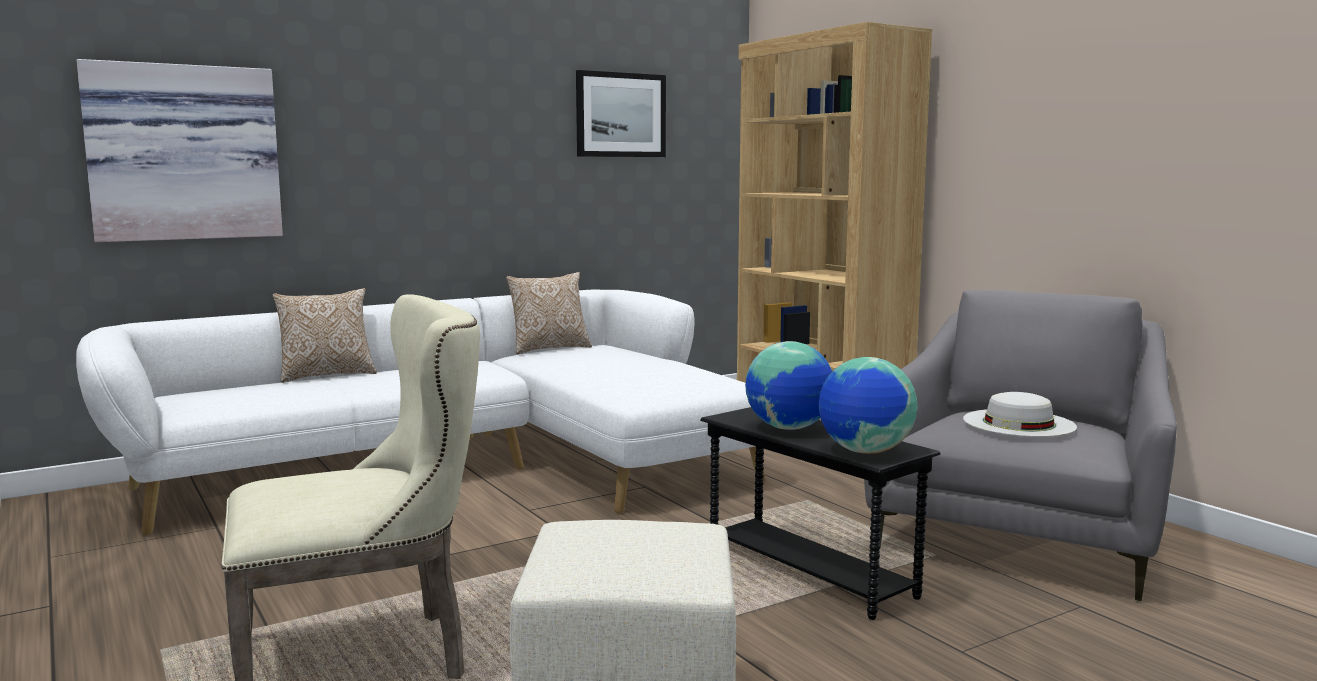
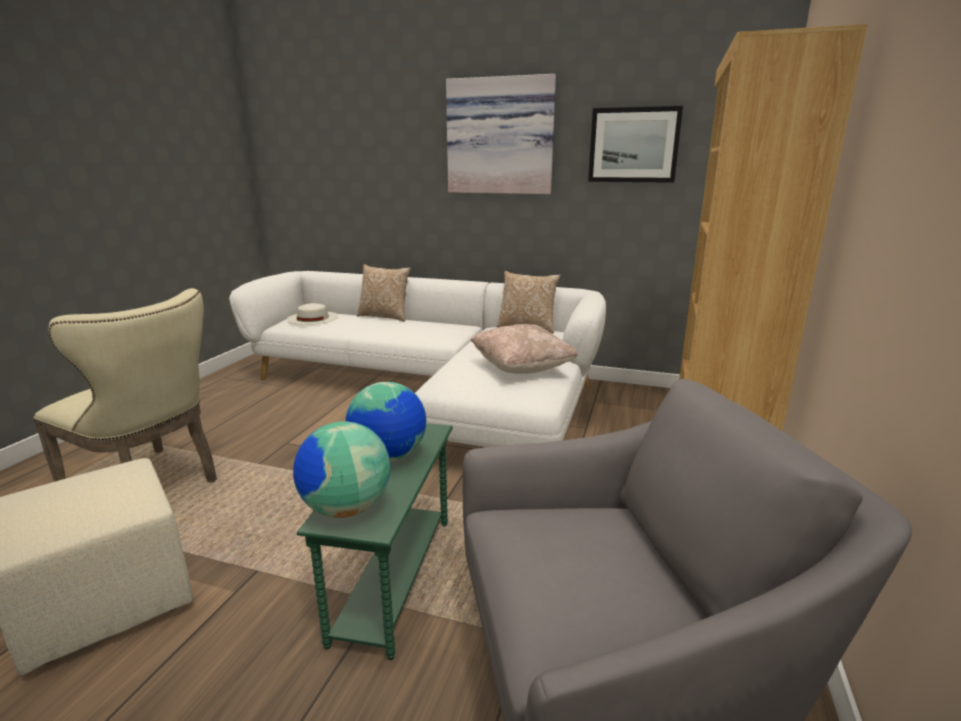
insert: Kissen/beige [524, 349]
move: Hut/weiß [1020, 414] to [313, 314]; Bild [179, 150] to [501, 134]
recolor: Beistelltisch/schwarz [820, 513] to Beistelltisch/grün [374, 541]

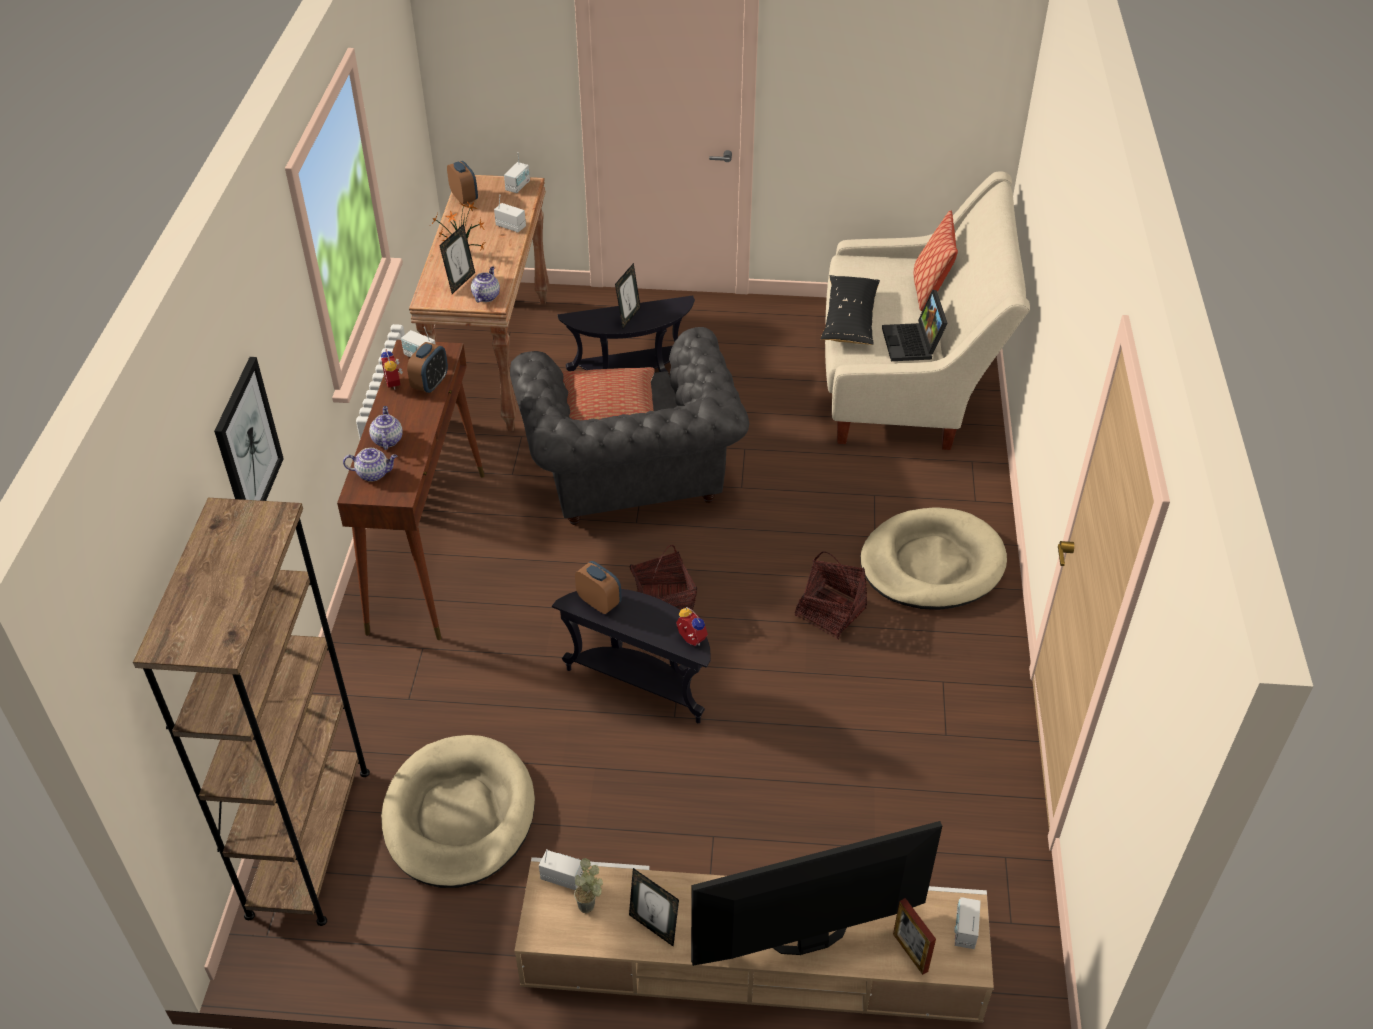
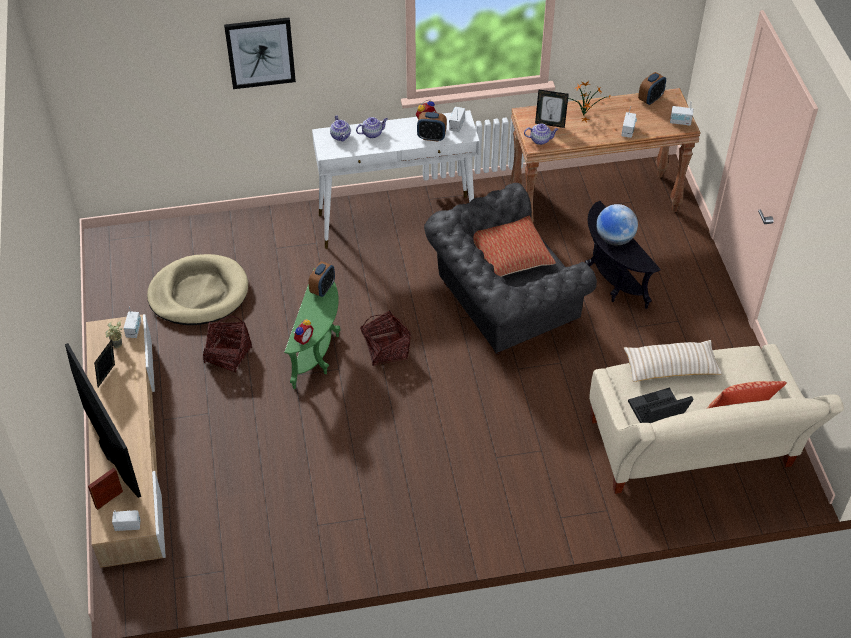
delete: Bücherregal/braun [251, 712]; Hundebett/beige [933, 558]
move: Korb [831, 595] to [227, 344]
replace: Bilderrahmen [628, 295] to Globus [617, 225]
recolor: Beistelltisch/schwarz [631, 656] to Beistelltisch/grün [312, 328]; Konsolentisch/braun [411, 490] to Konsolentisch/weiß [395, 179]; Kissen/schwarz [850, 310] to Kissen/beige [673, 361]

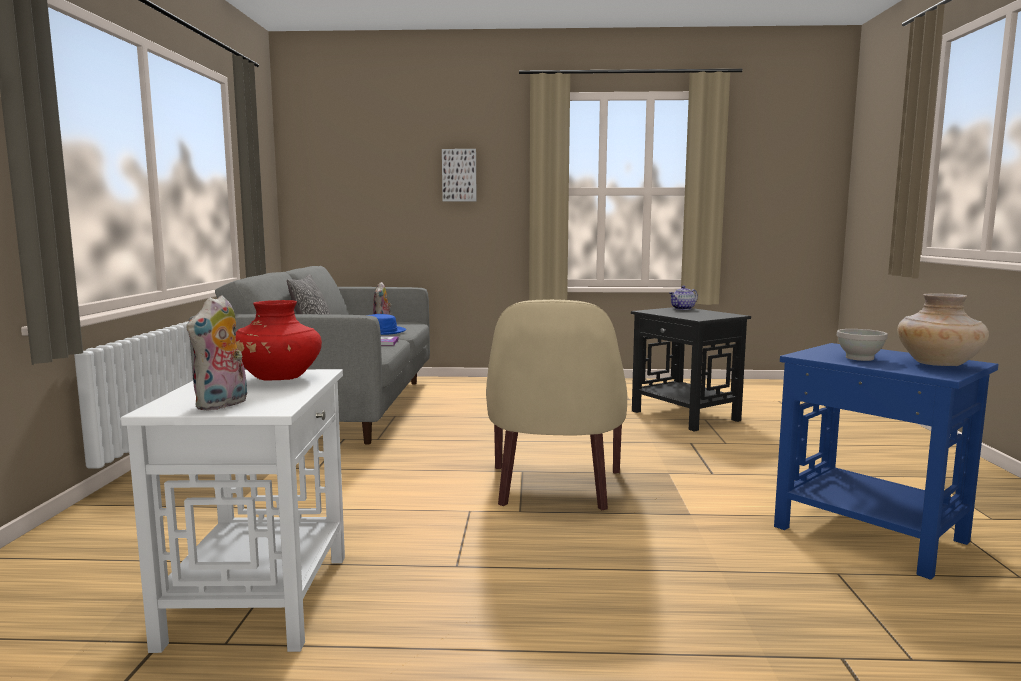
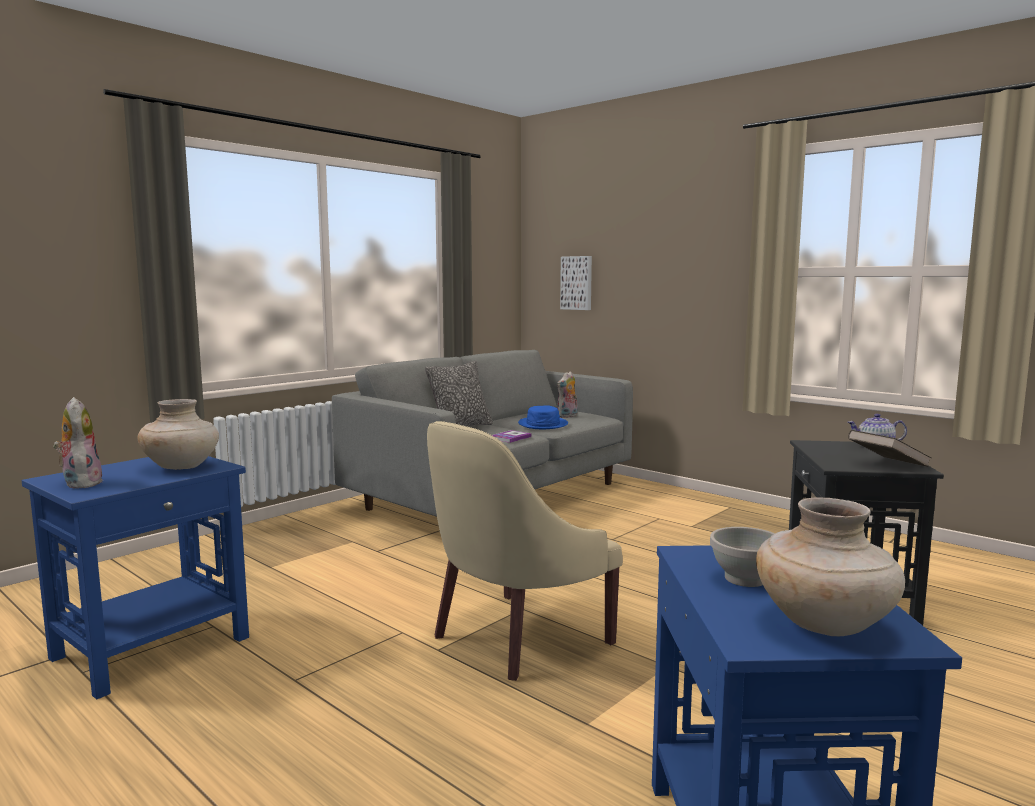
insert: Buch/braun [889, 448]
move: Bild [459, 175] to [576, 283]
recolor: Beistelltisch/weiß [233, 511] to Beistelltisch/blau [135, 577]; Vase/rot [279, 340] to Vase/beige [178, 434]
rotate: Plüschtier [216, 353] = [77, 443] 90 degrees clockwise

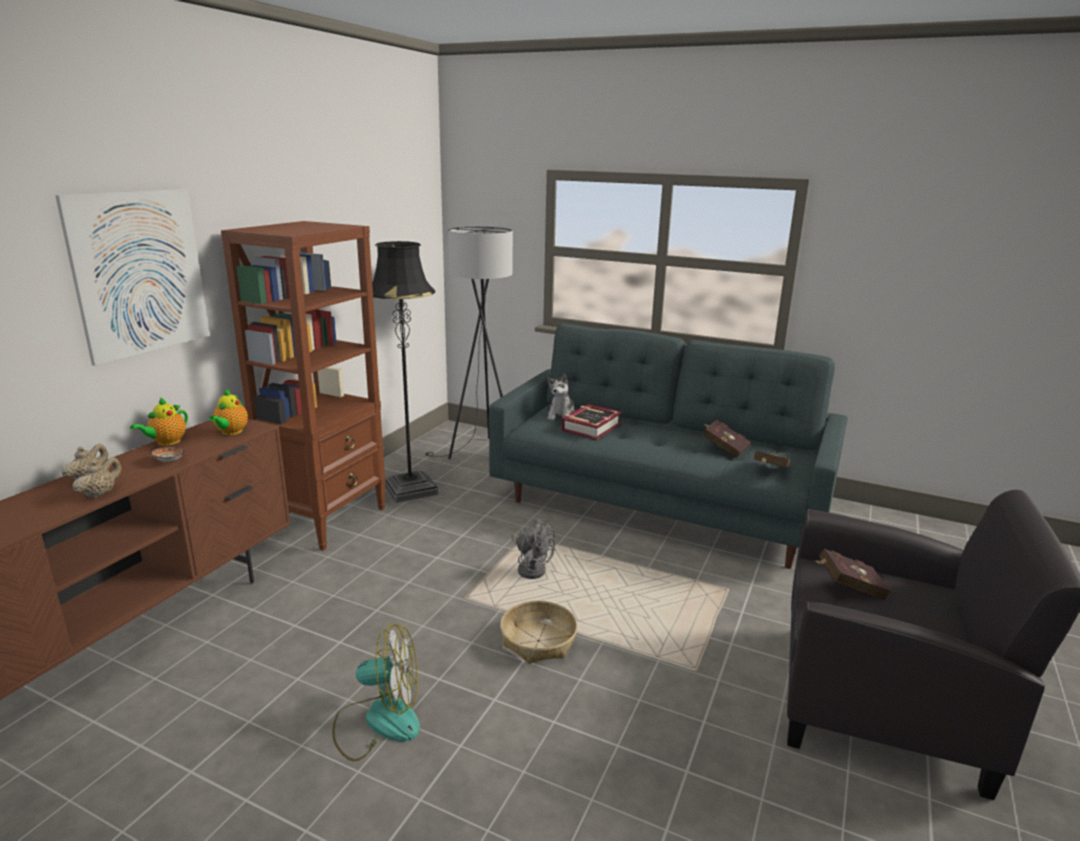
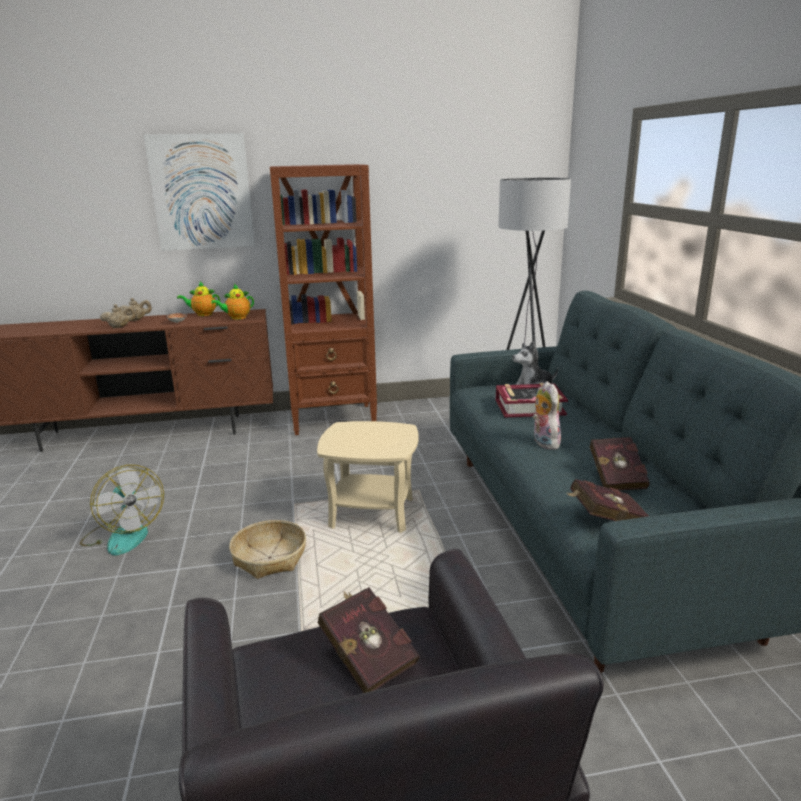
delete: Stehlampe/schwarz [405, 372]
insert: Plüschtier [547, 415]
replace: Ventilator/grau [533, 548] to Beistelltisch/beige [368, 477]

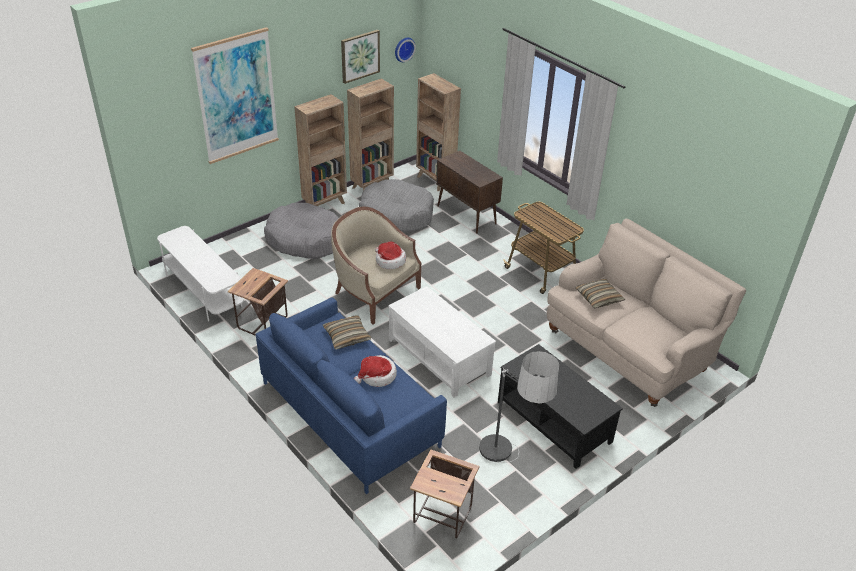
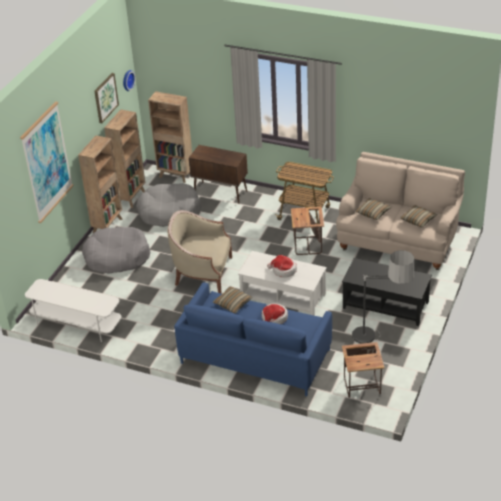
insert: Kissen [418, 216]
move: Hut [390, 255] to [282, 266]; Beistelltisch [258, 302] to [307, 231]

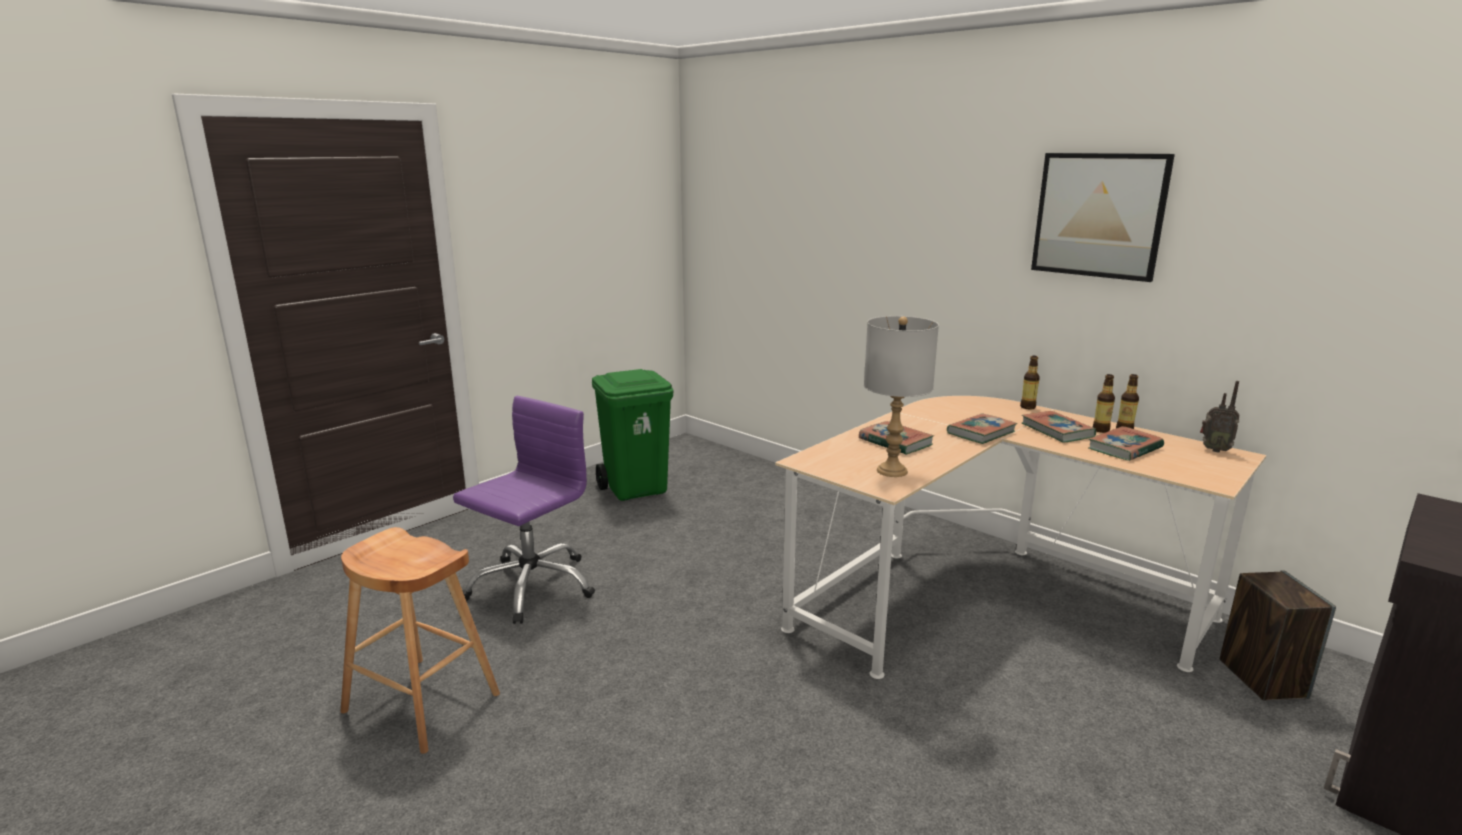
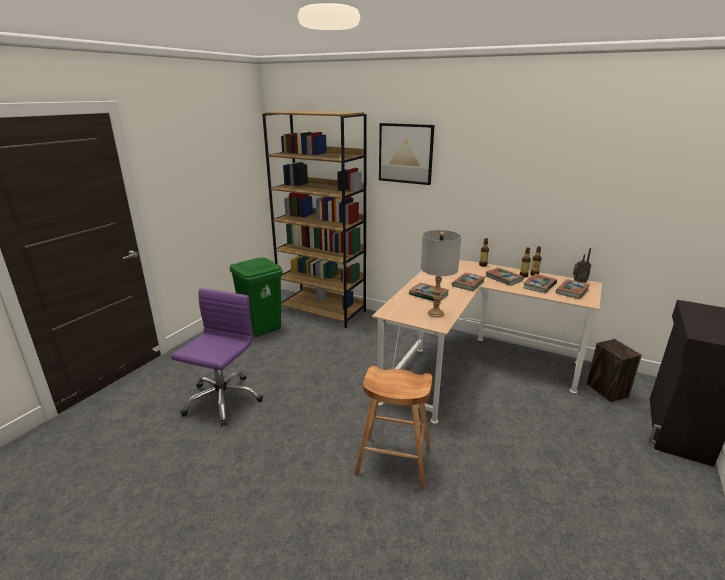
insert: Bücherregal/braun [314, 219]; Buch [573, 289]
move: Hocker/braun [420, 640] to [393, 427]; Bild [1103, 217] to [406, 154]

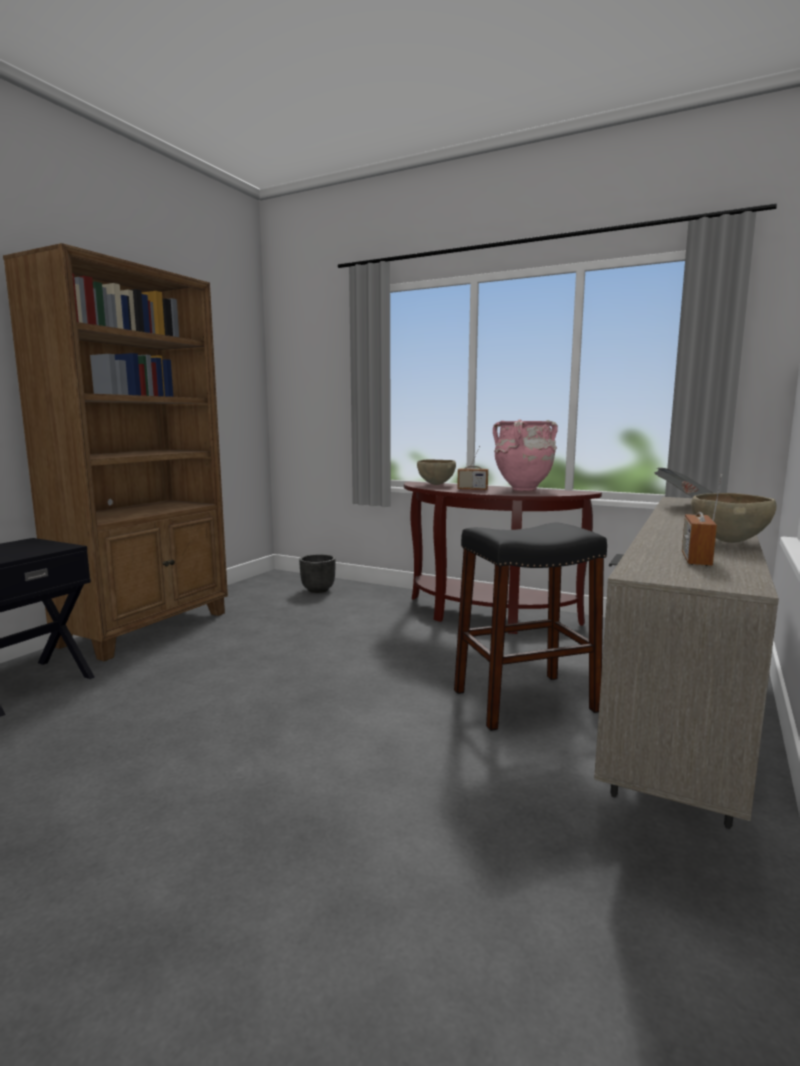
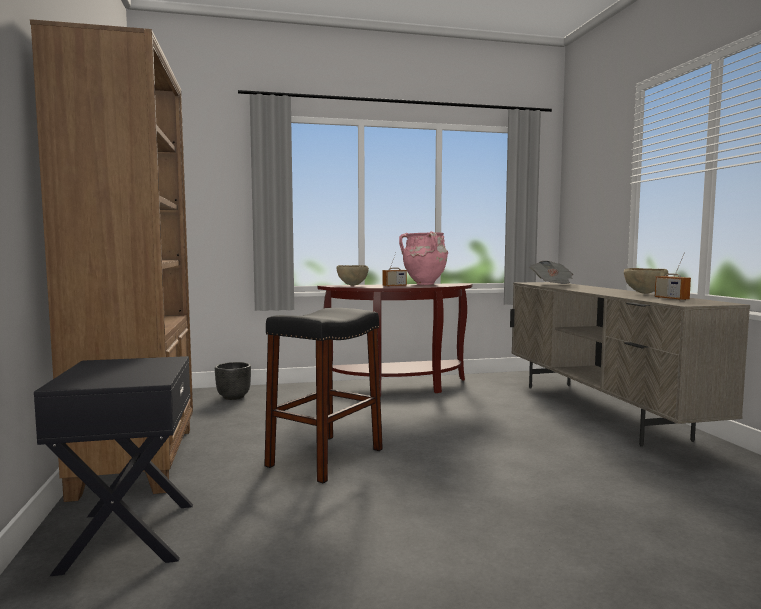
move: Hocker/schwarz [530, 627] to [323, 396]

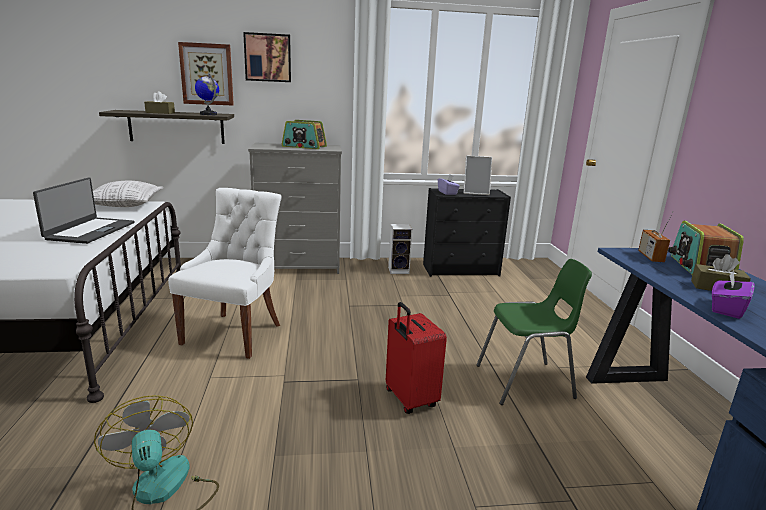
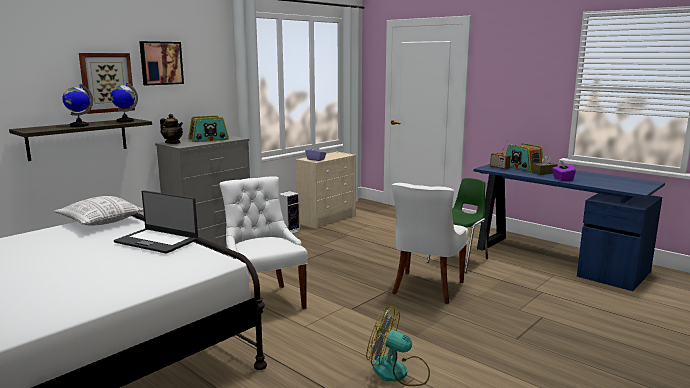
delete: Bilderrahmen [477, 175]
insert: Teekanne [171, 129]
replace: Taschentuchbox/braun [159, 102] to Globus [77, 105]; Koffer/rot [416, 358] to Stuhl/weiß [429, 243]
recolor: Kommode/schwarz [467, 232] to Kommode/beige [325, 190]
rotate: Laptop [83, 210] = [156, 222] 150 degrees clockwise

